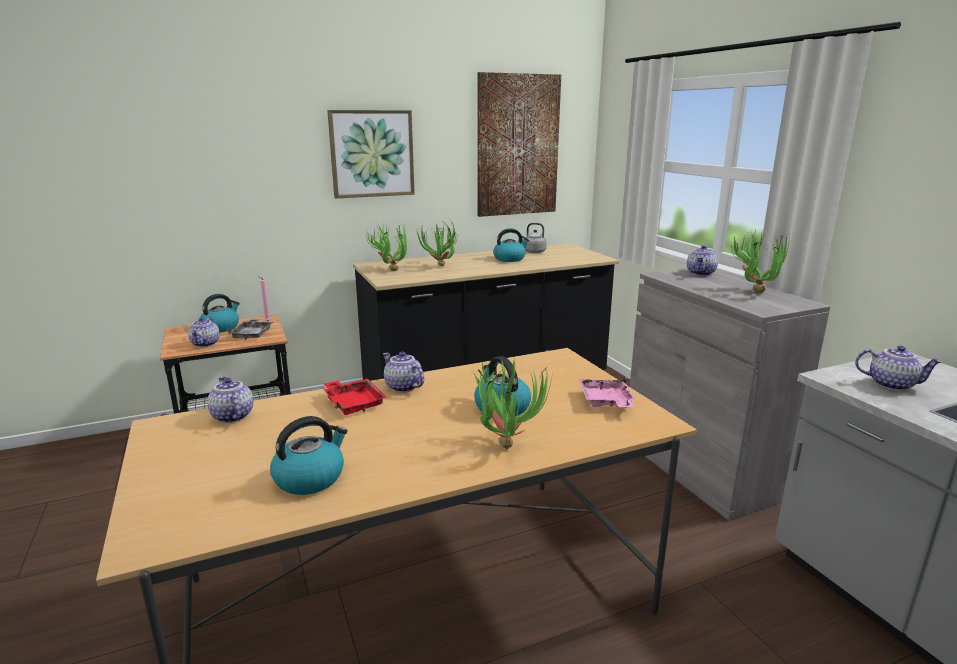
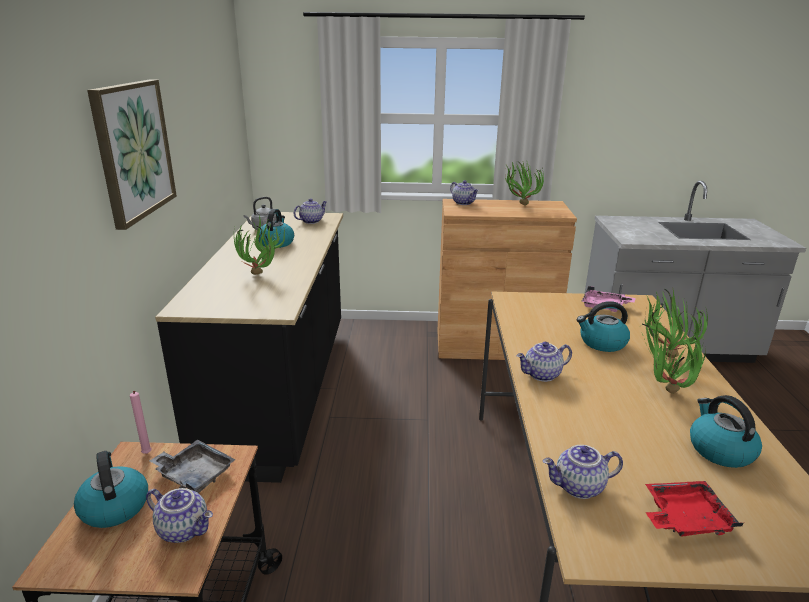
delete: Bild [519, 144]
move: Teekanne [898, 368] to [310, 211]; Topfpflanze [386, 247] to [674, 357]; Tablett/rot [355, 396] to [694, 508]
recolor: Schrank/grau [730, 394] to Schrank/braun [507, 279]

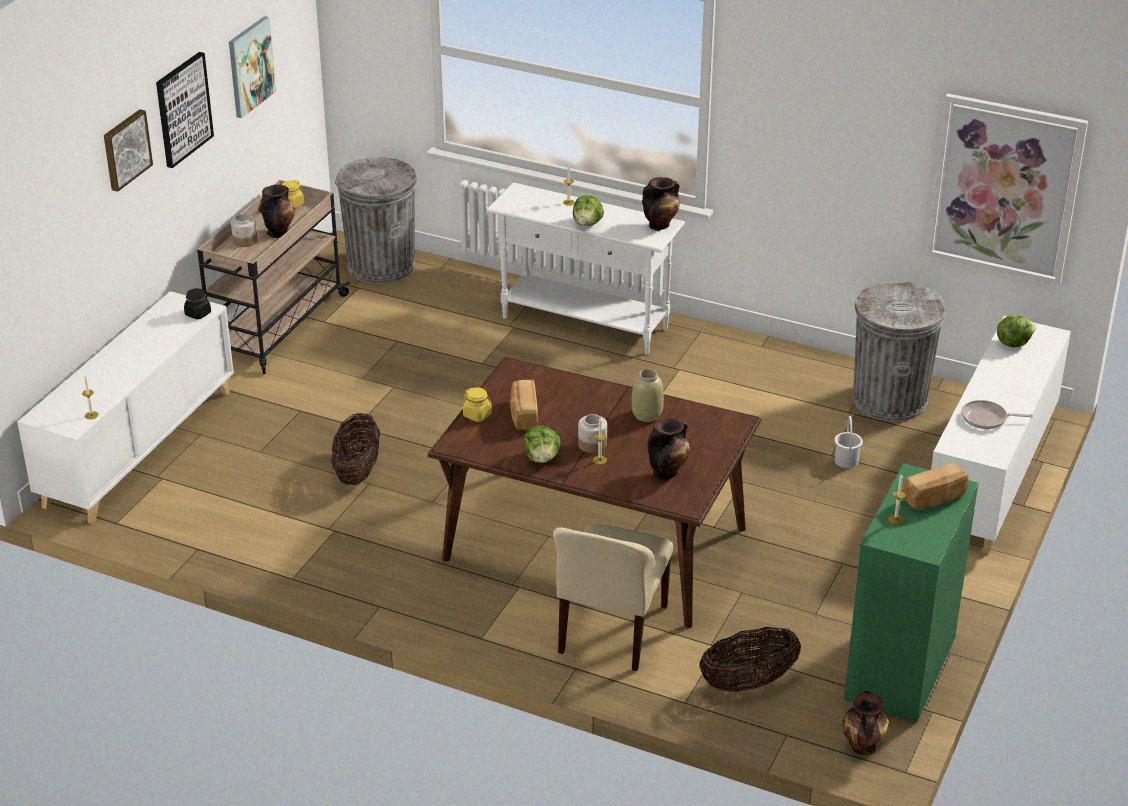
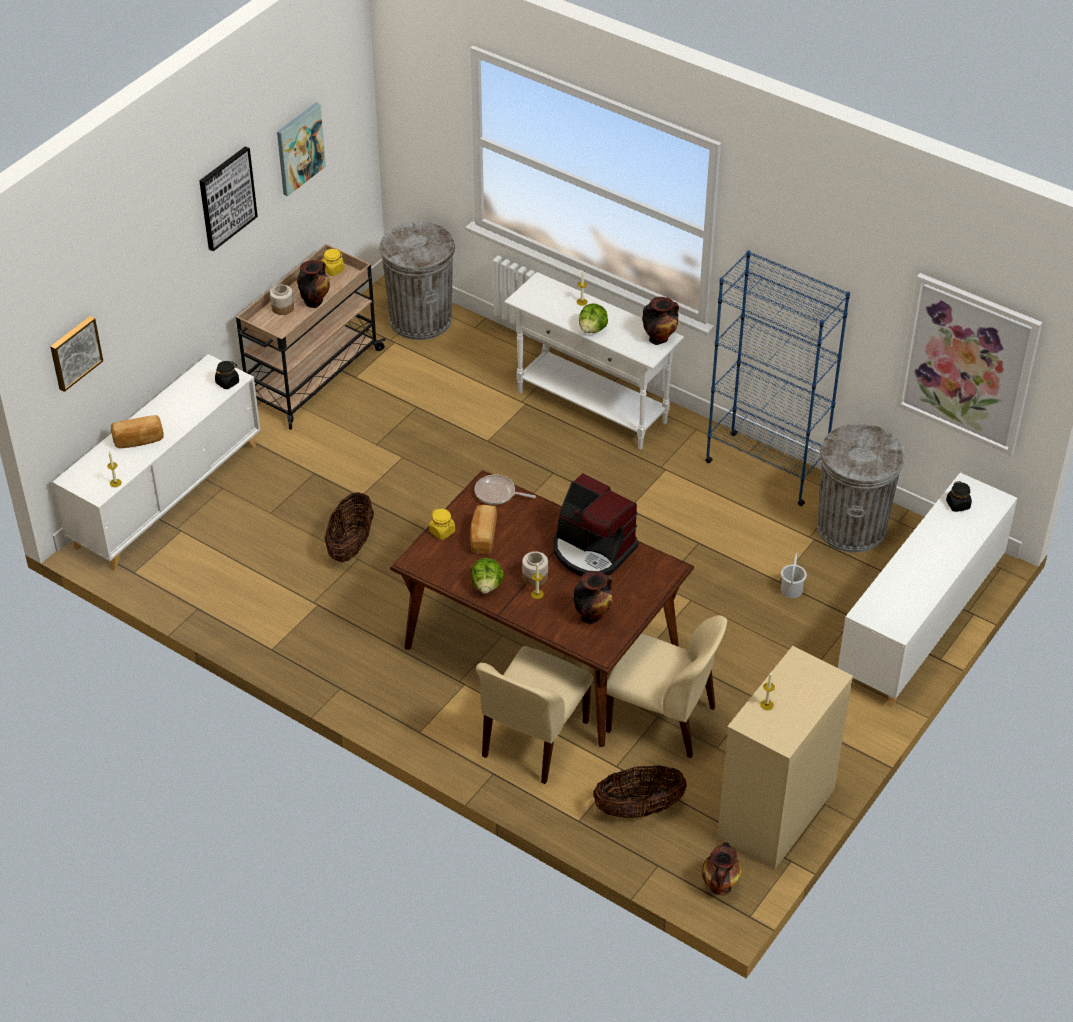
insert: Stuhl/beige [666, 686]; Bücherregal/blau [777, 378]
move: Bild [128, 150] to [76, 354]; Brot [935, 486] to [137, 431]; Pfanne [997, 414] to [505, 490]
replace: Vase/beige [648, 395] to Kaffeemaschine [595, 524]; Salatkopf [1016, 331] to Vorratsglas/schwarz [959, 496]
recolor: Kommode/grün [911, 592] to Kommode/beige [785, 757]

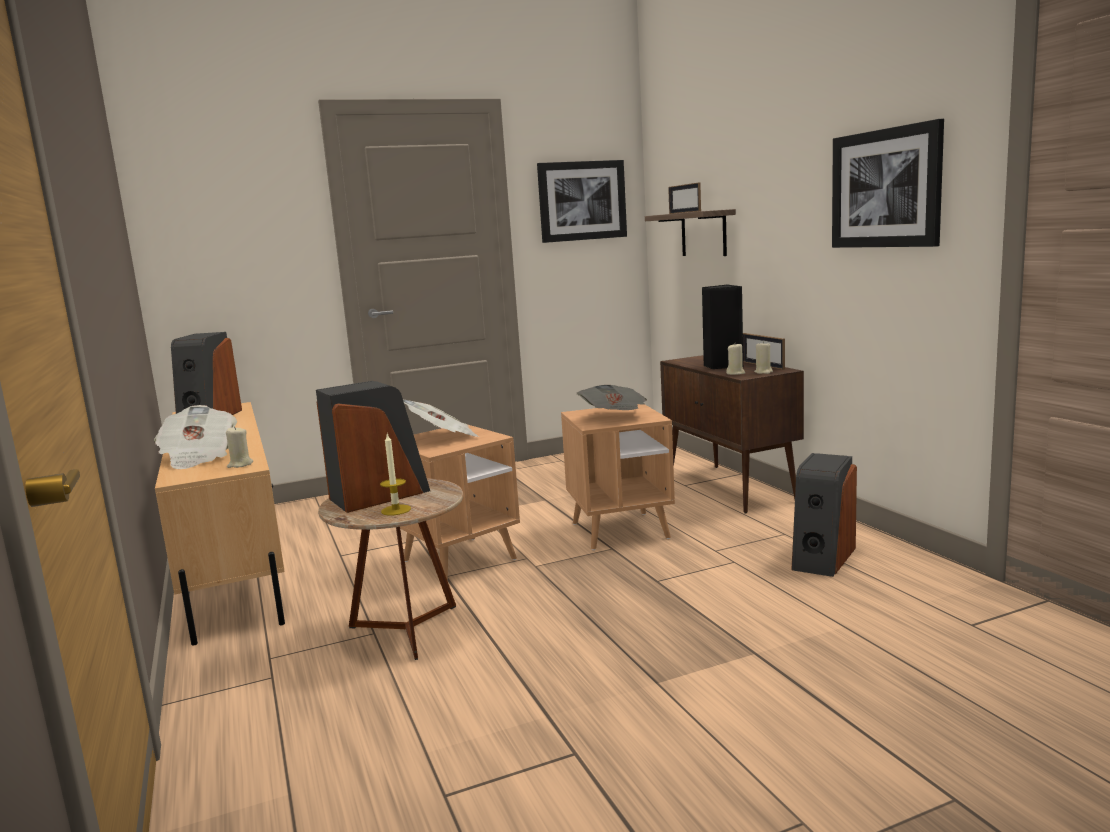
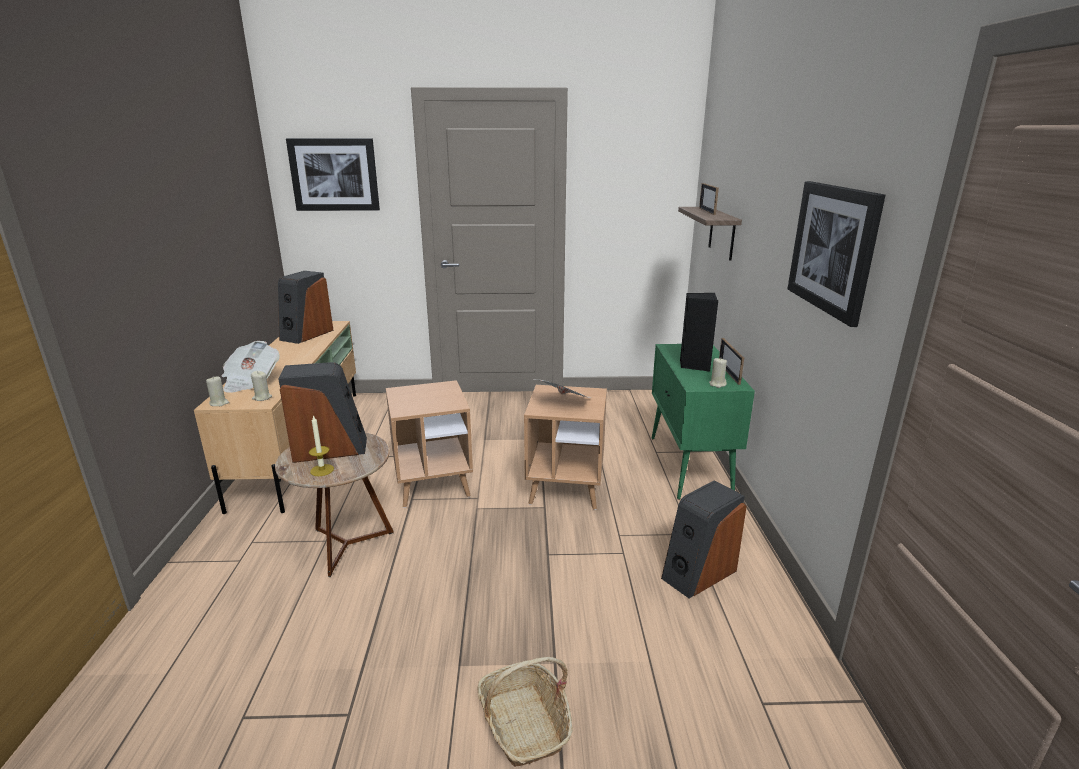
delete: Zeitung [441, 418]
insert: Korb [525, 712]
move: Kerze/beige [735, 359] to [217, 391]; Bild [582, 201] to [333, 174]
recolor: Schrank/braun [732, 434] to Schrank/grün [703, 422]

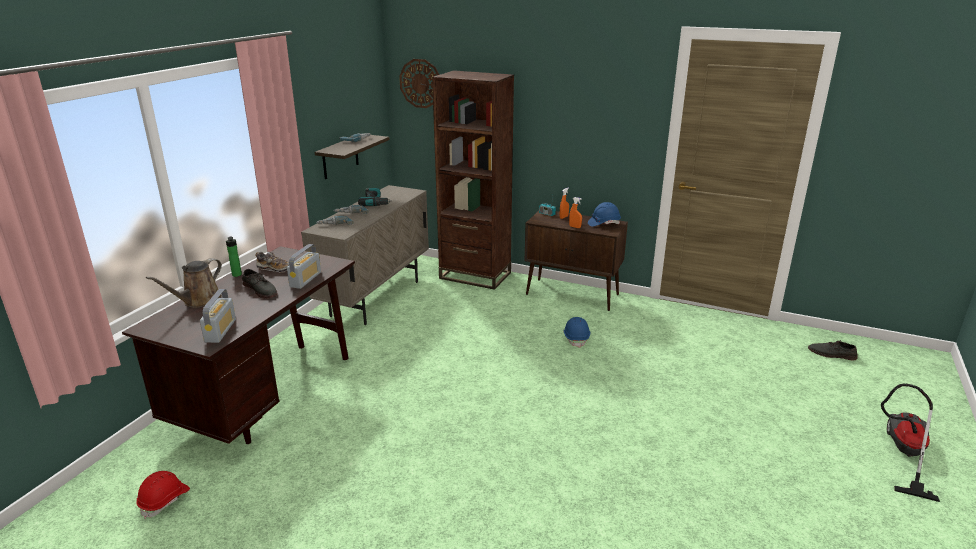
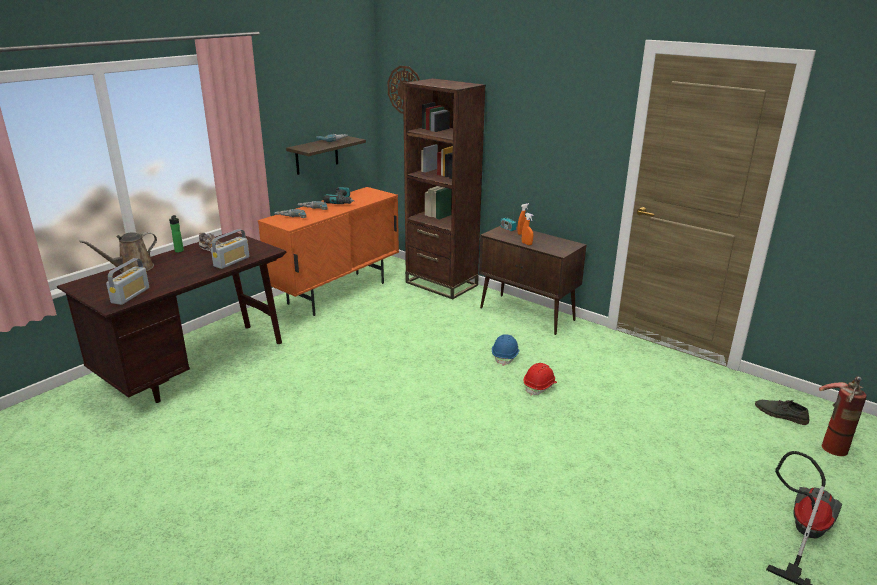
delete: Schuh/grau [259, 283]; Schutzhelm/blau [604, 214]
insert: Feuerlöscher [843, 416]
move: Schutzhelm/rot [163, 495] to [540, 379]
recolor: Schrank/beige [365, 255] to Schrank/orange [328, 251]

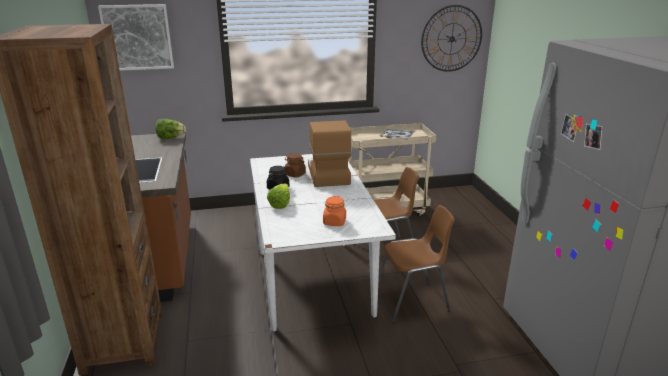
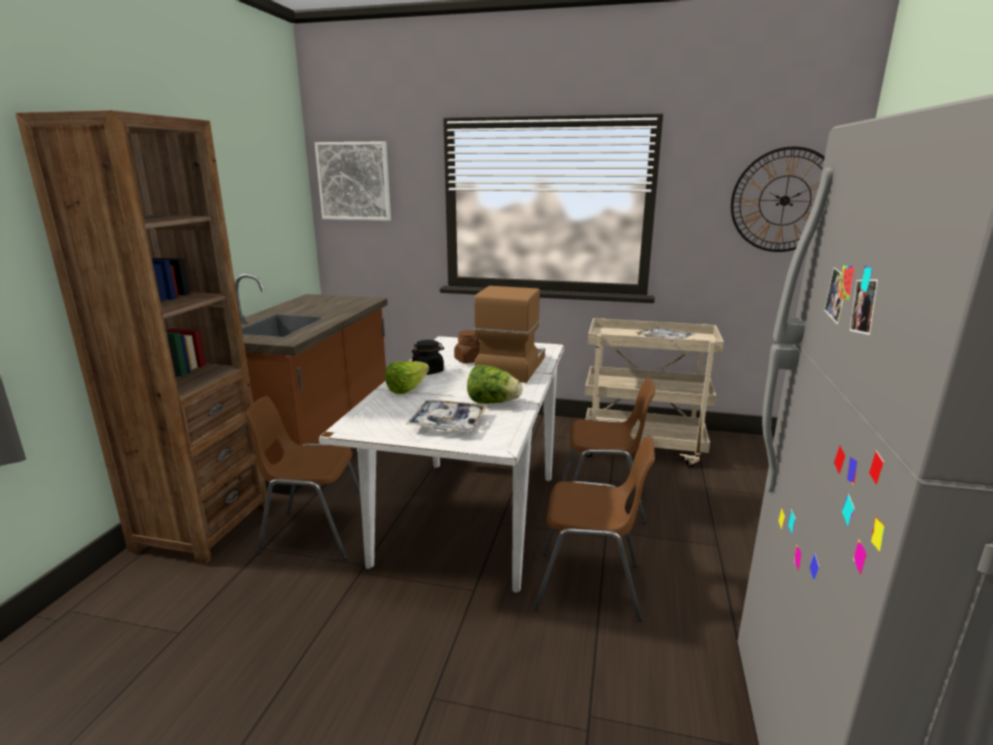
insert: Stuhl/braun [302, 478]
move: Salatkopf [171, 129] to [494, 384]
replace: Vorratsglas/orange [334, 211] to Tablett [446, 416]

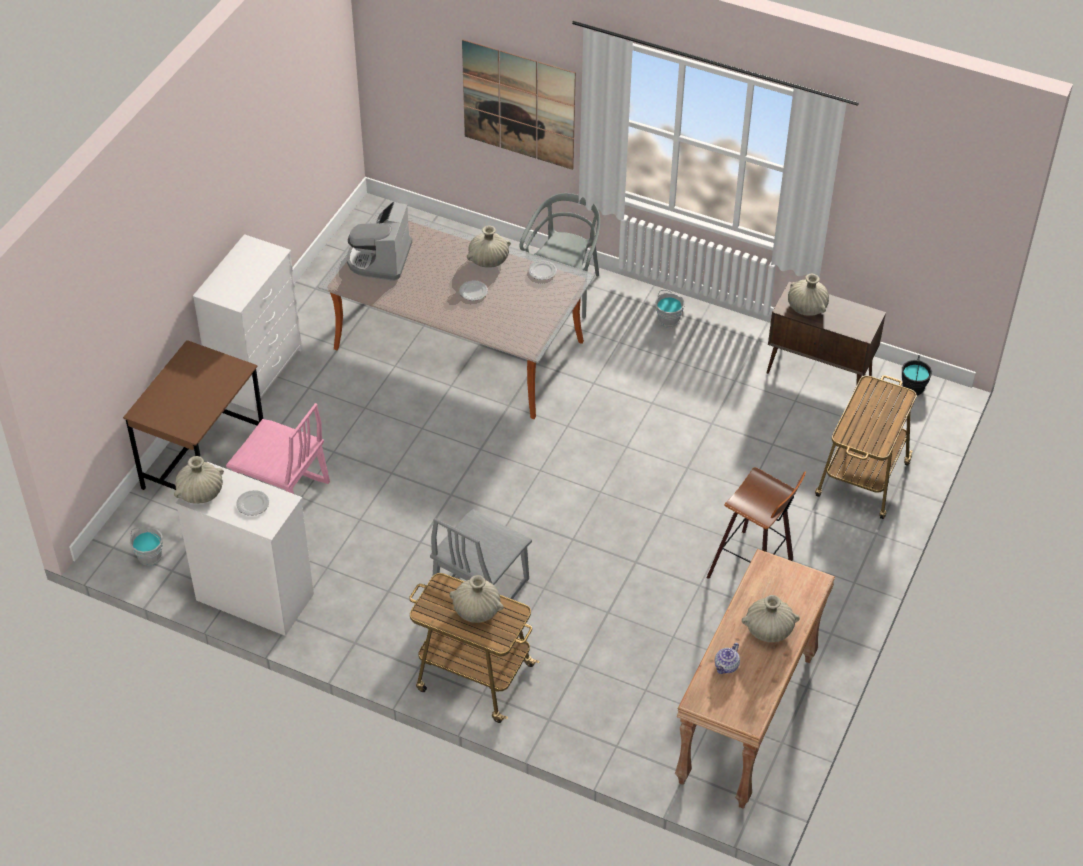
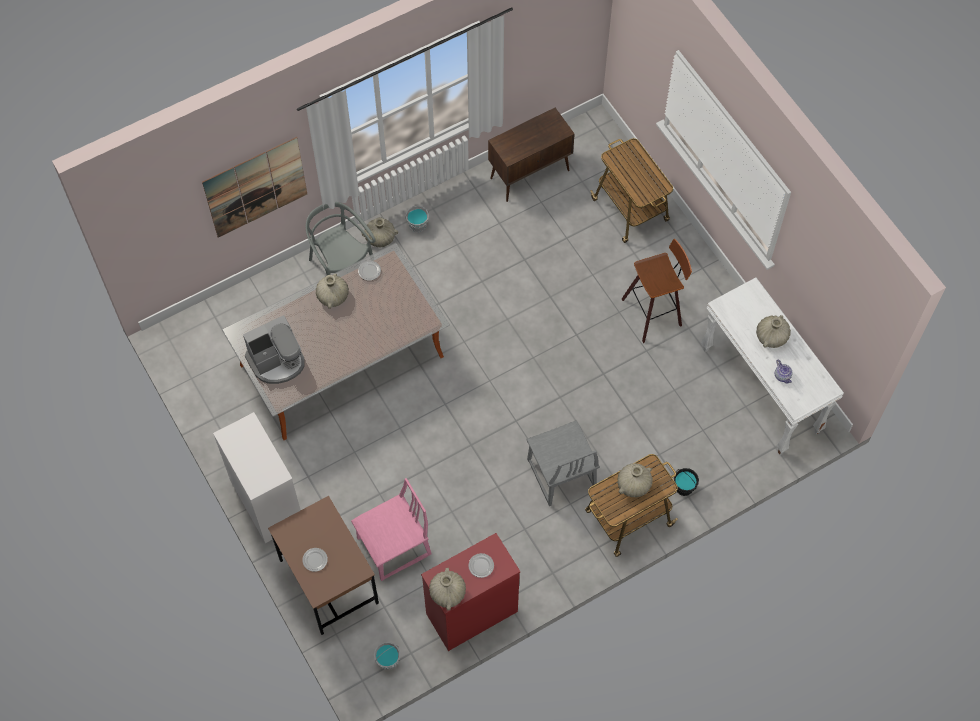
move: Teller [473, 290] to [315, 560]; Vase/beige [808, 295] to [379, 232]; Eimer/schwarz [917, 375] to [686, 482]
recolor: Kommode/weiß [244, 549] to Kommode/rot [470, 592]; Konsolentisch/braun [755, 679] to Konsolentisch/weiß [772, 366]
rotate: Kaffeemaschine [379, 241] = [273, 349] 75 degrees counterclockwise

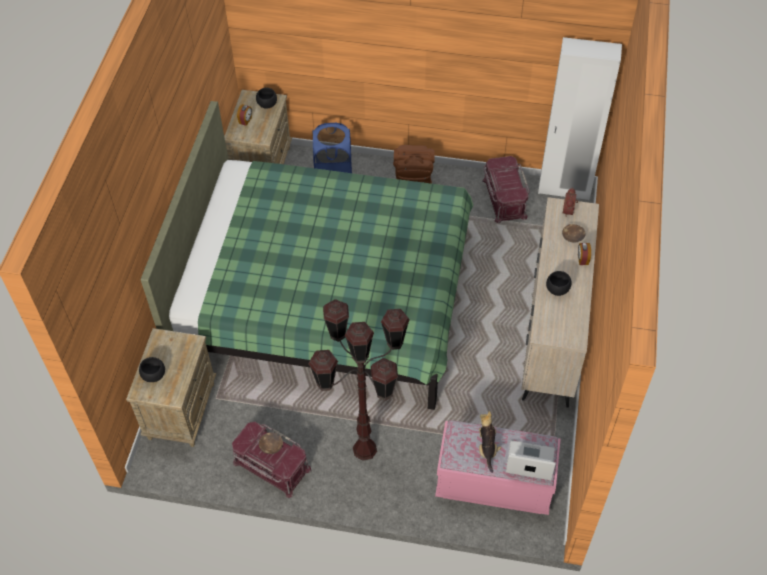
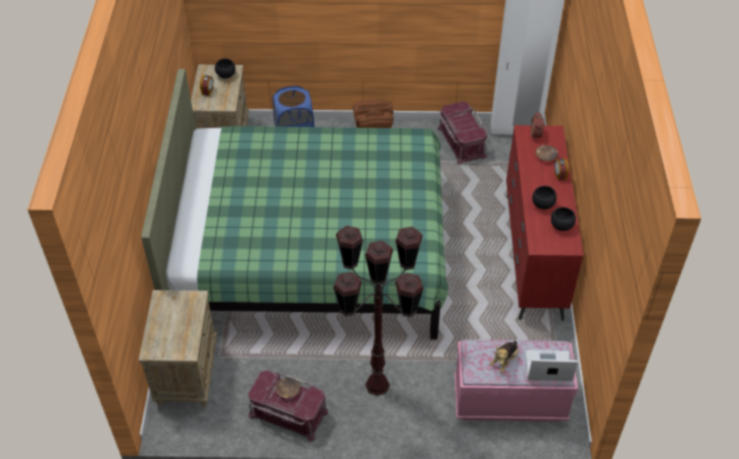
move: Schüssel/schwarz [152, 369] to [563, 219]
recolor: Kommode/beige [560, 302] to Kommode/rot [545, 223]
rotate: Plüschtier [490, 442] = [504, 356] 135 degrees counterclockwise

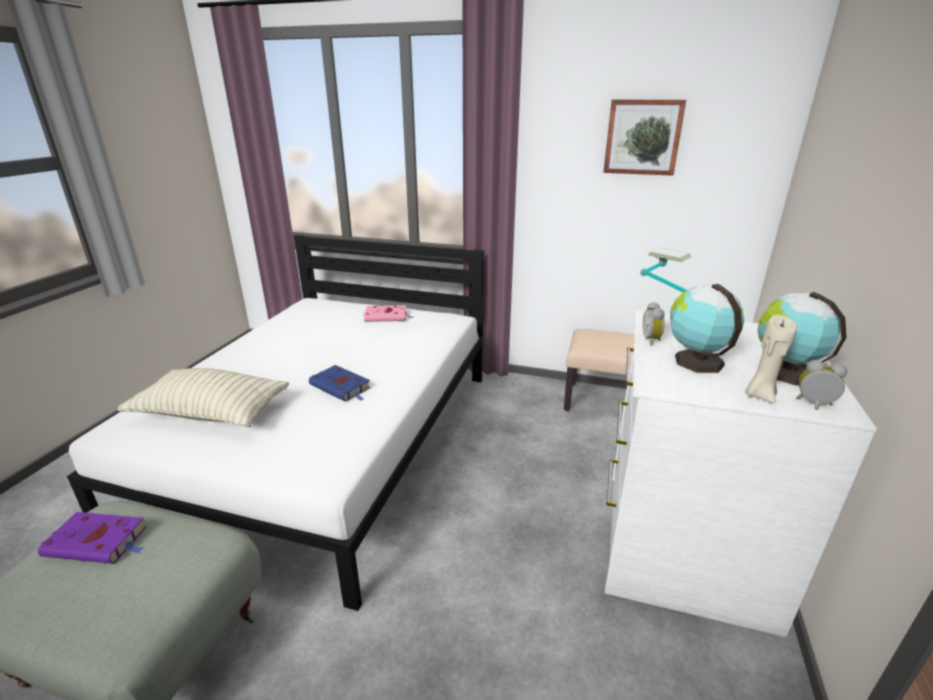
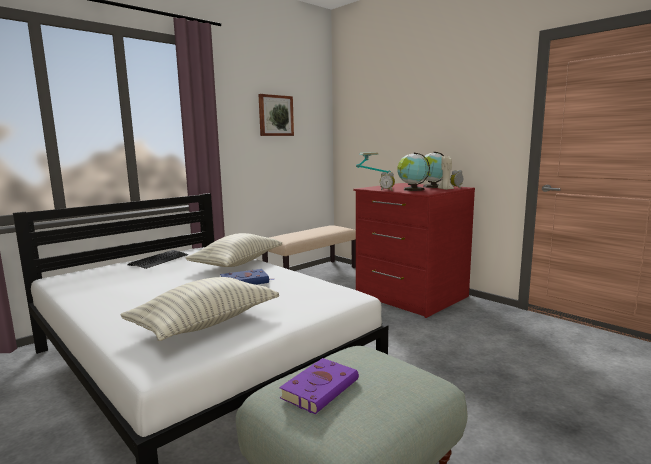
insert: Kissen [234, 250]
replace: Buch/rosa [389, 313] to Tastatur [158, 259]
recolor: Kommode/weiß [741, 474] to Kommode/rot [414, 250]

